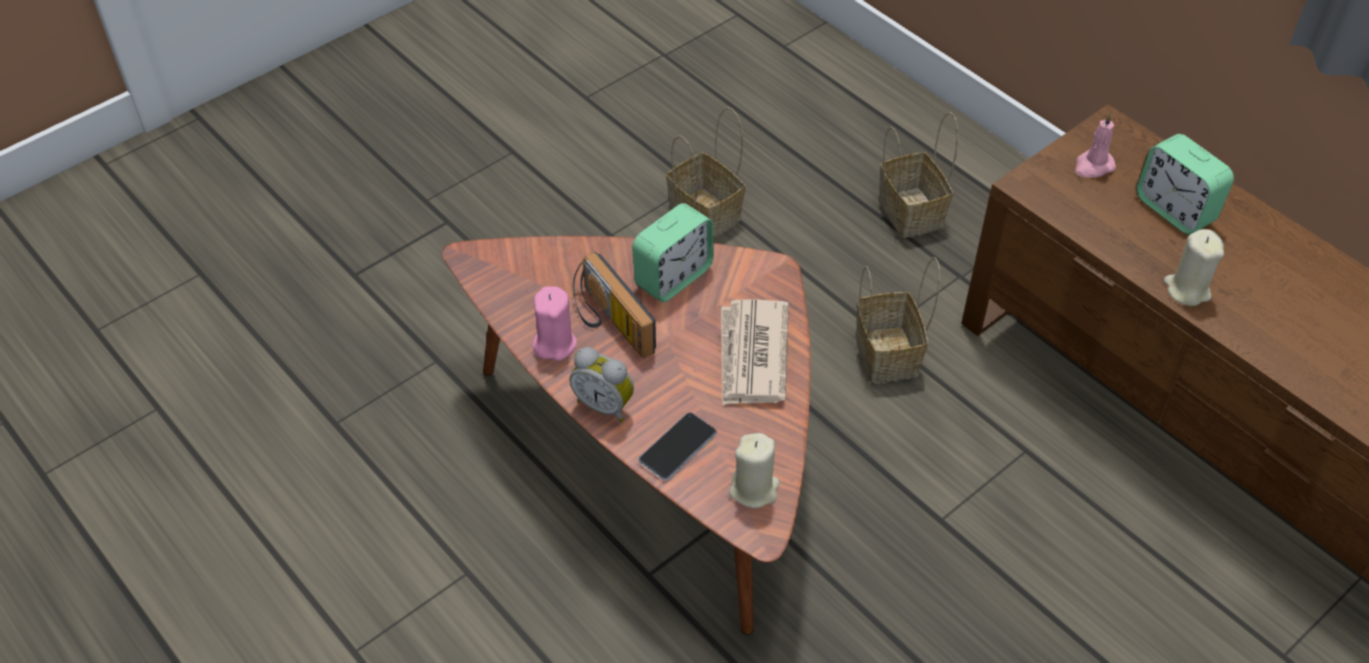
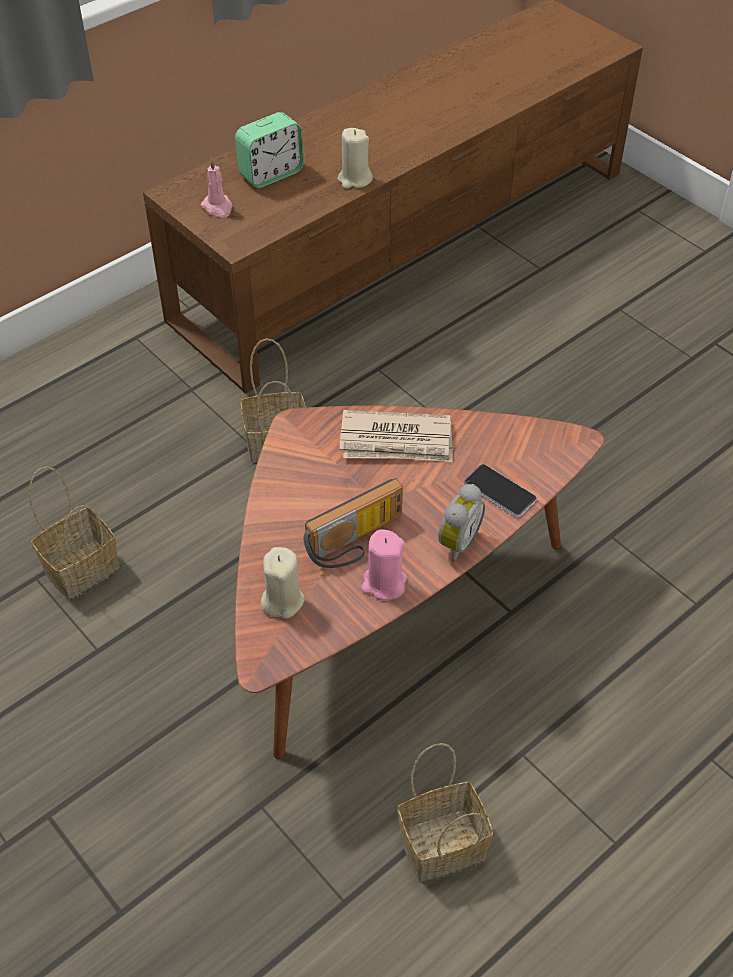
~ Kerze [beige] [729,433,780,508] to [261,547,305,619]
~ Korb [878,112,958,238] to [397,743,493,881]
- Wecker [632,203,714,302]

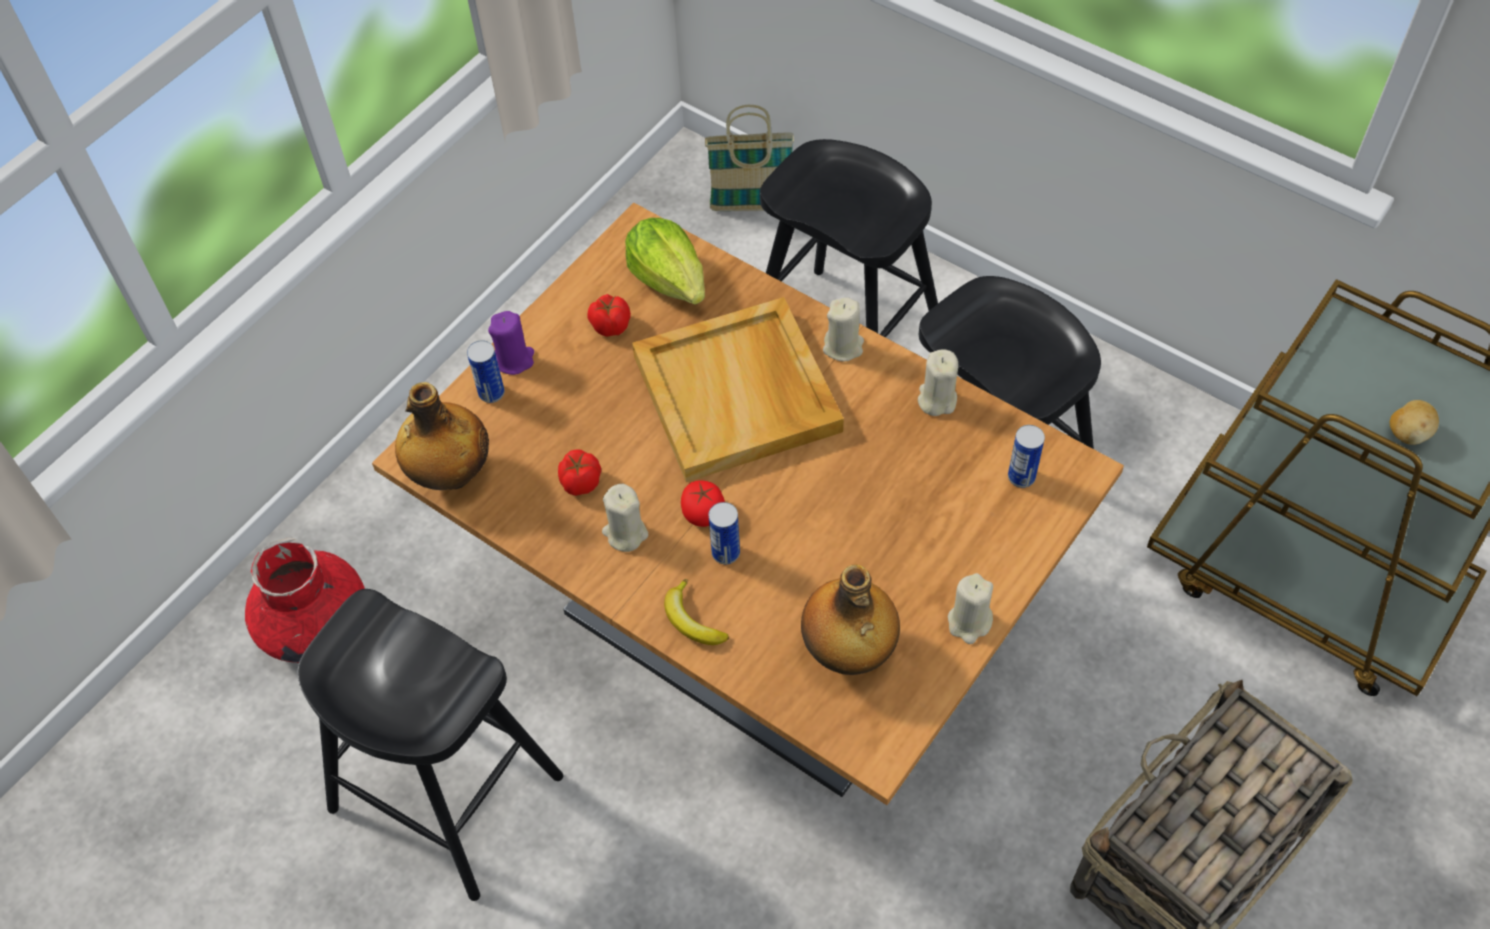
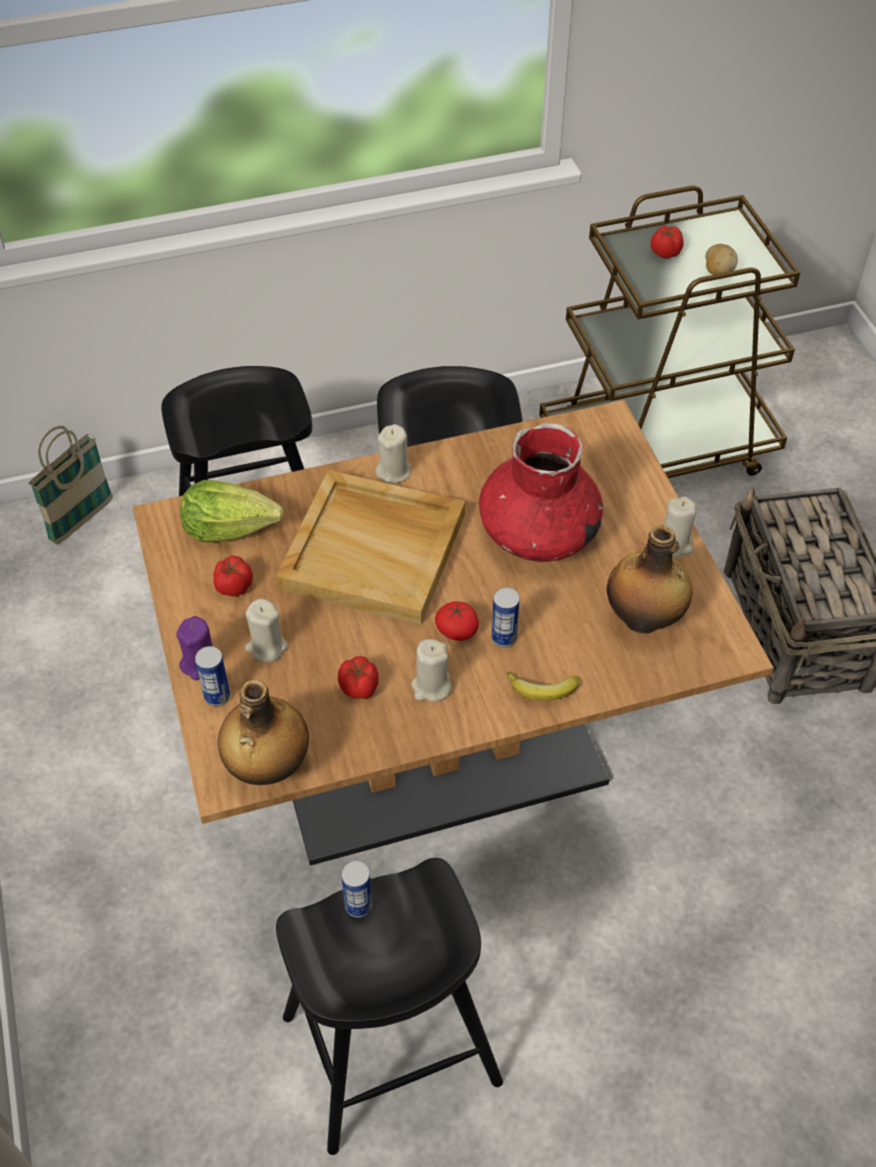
~ Kerze [beige] [918,349,958,416] to [245,598,288,663]
~ Dose [1008,425,1045,488] to [341,861,372,918]
~ Vase [rot] [245,537,365,663] to [479,423,603,562]
+ Tomate [650,225,684,258]

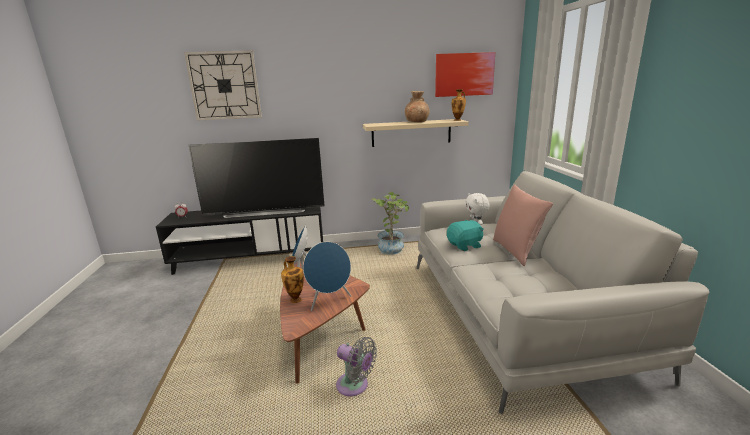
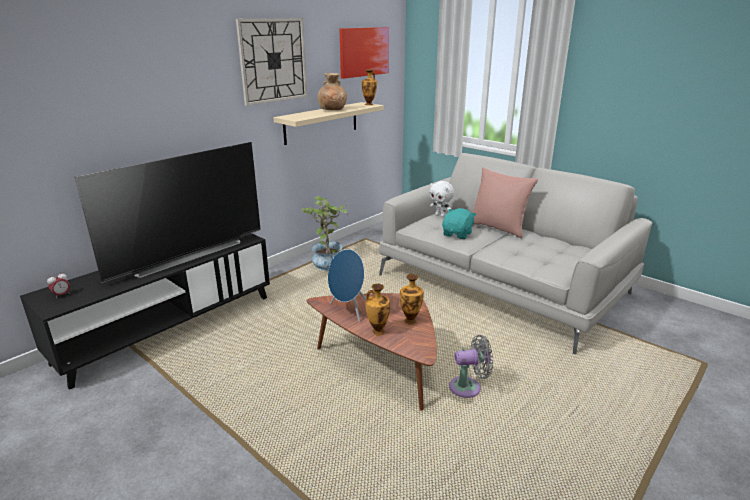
~ Wanduhr [184,50,262,121] to [236,18,307,106]
~ Lautsprecher [blau] [303,242,351,311] to Vase [400,274,424,325]

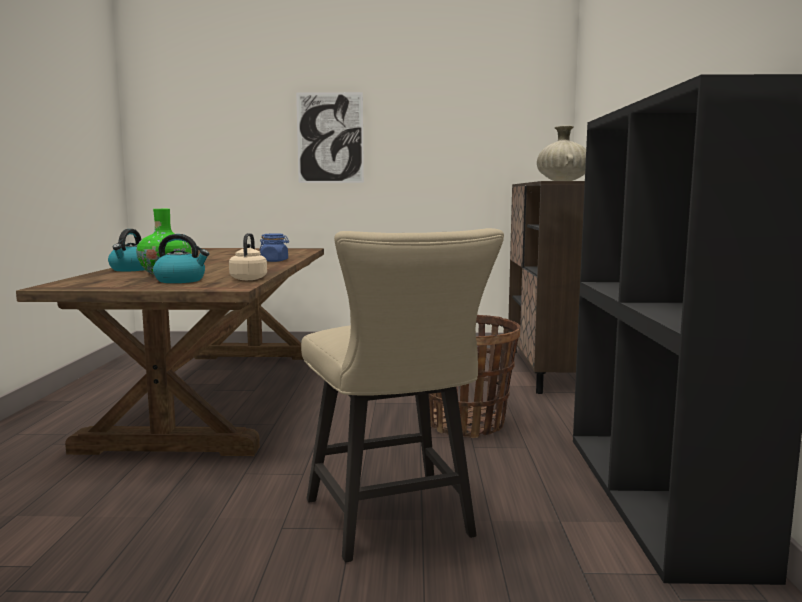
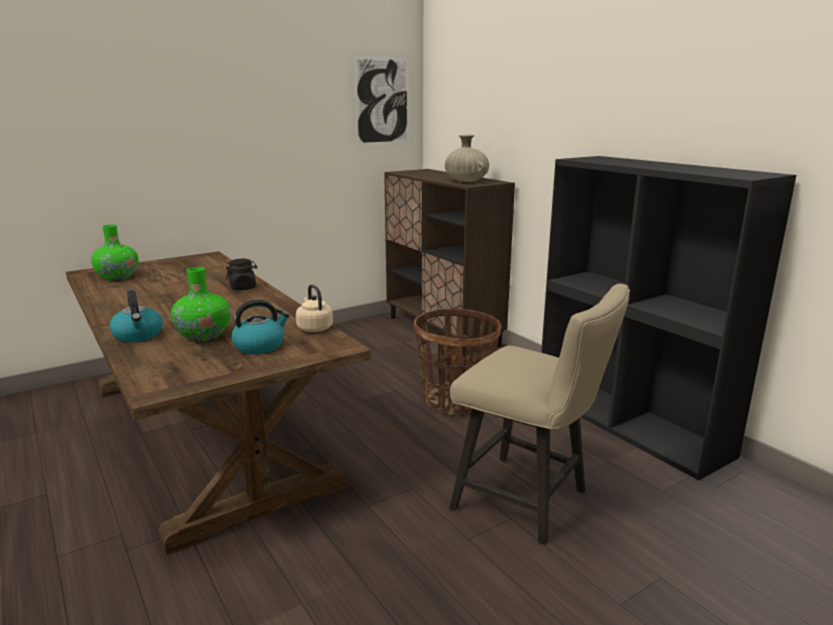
+ Vase [grün] [91,225,138,281]
~ Vorratsglas [blau] [259,233,289,262] to Vorratsglas [schwarz] [226,259,258,290]
~ Bild [296,92,364,183] to [354,56,409,145]

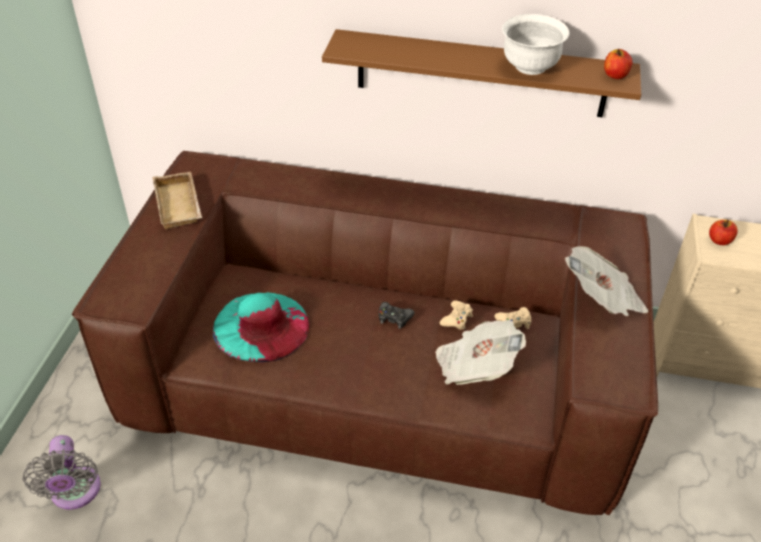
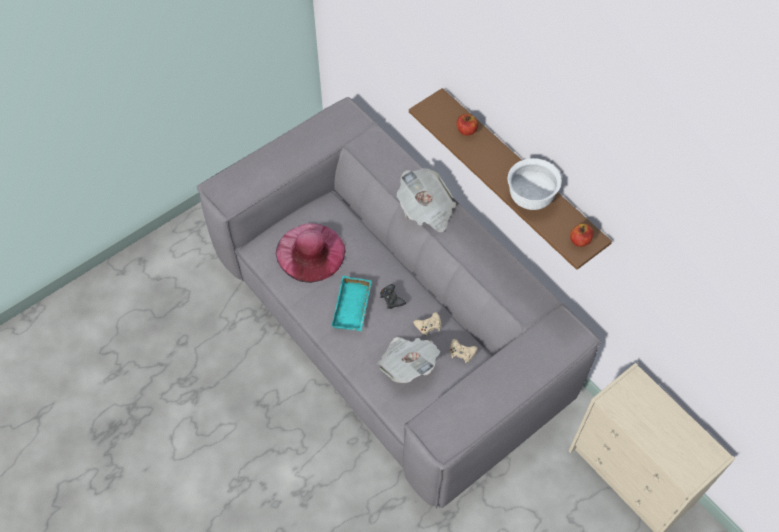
~ Sofa [braun] [72,151,658,515] to Sofa [grau] [196,97,601,509]
~ Hut [türkis] [213,292,309,362] to Hut [rosa] [276,223,345,283]
+ Tablett [türkis] [331,276,372,331]
~ Zeitung [565,246,649,316] to [397,168,456,233]
~ Apfel [709,220,738,245] to [457,114,478,136]
- Ventilator [grau] [22,435,101,510]
- Tablett [beige] [152,172,202,229]

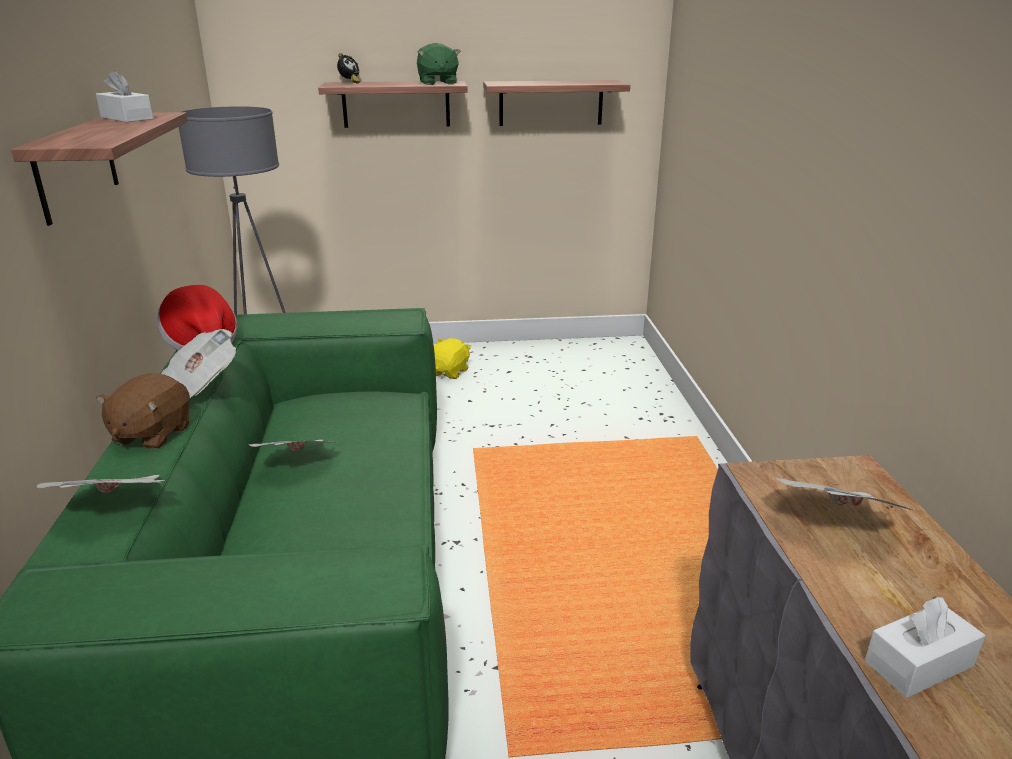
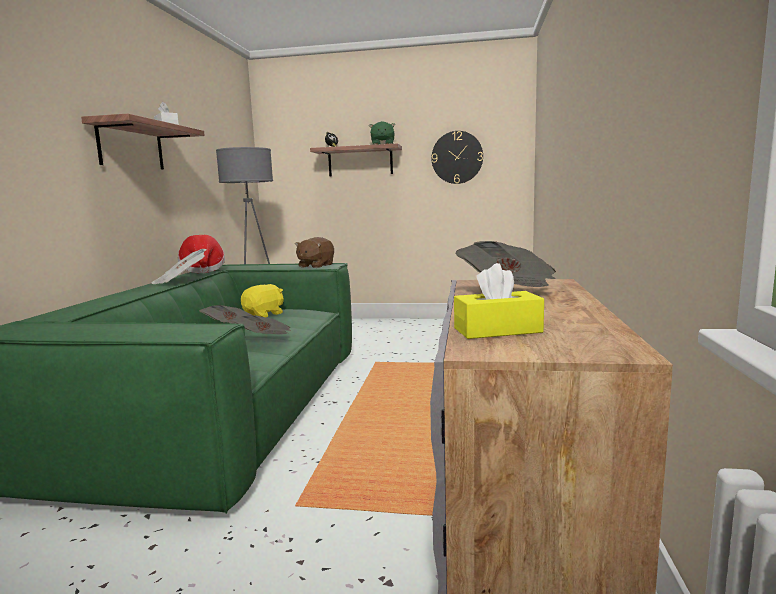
~ Zeitung [37,475,164,493] to [230,315,291,334]
~ Plüschtier [gelb] [434,338,471,379] to [241,284,284,317]
~ Plüschtier [braun] [96,373,190,450] to [295,237,334,268]
~ Wandregal [483,80,630,126] to Wanduhr [431,131,483,184]
~ Taschentuchbox [weiß] [865,596,985,698] to Taschentuchbox [gelb] [454,263,544,339]

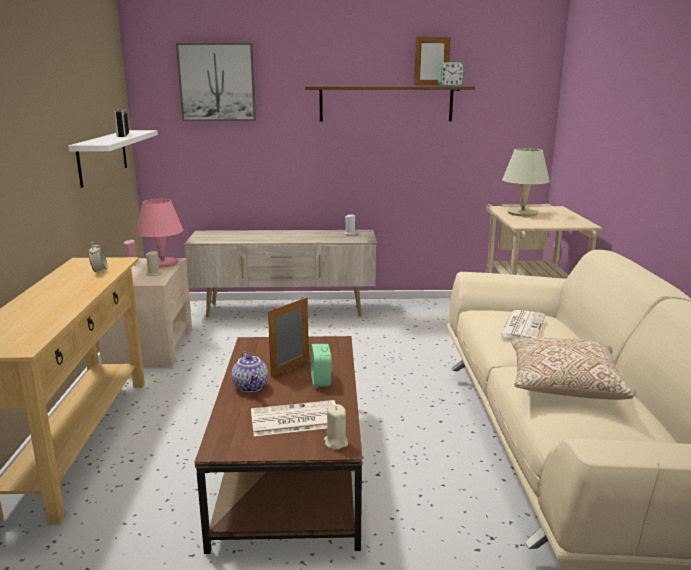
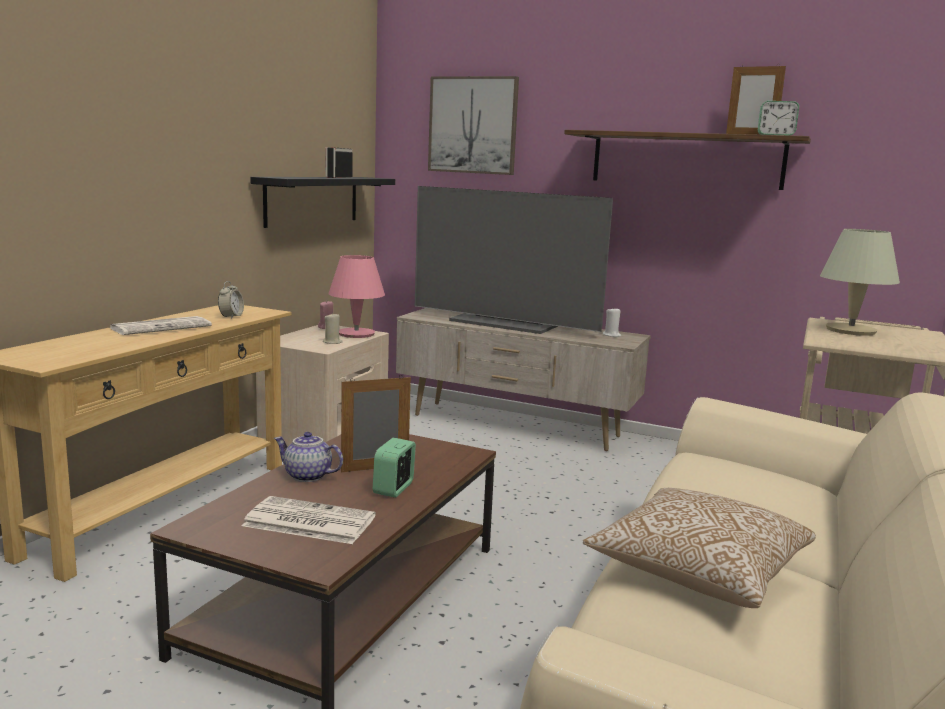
~ Zeitung [498,310,545,339] to [110,316,212,335]
~ Wandregal [weiß] [68,130,158,188] to Wandregal [schwarz] [250,177,395,228]
~ Teekanne [232,352,268,392] = [274,432,343,482] 105 degrees clockwise
+ Fernseher [415,186,613,334]
- Kerze [beige] [324,404,348,449]

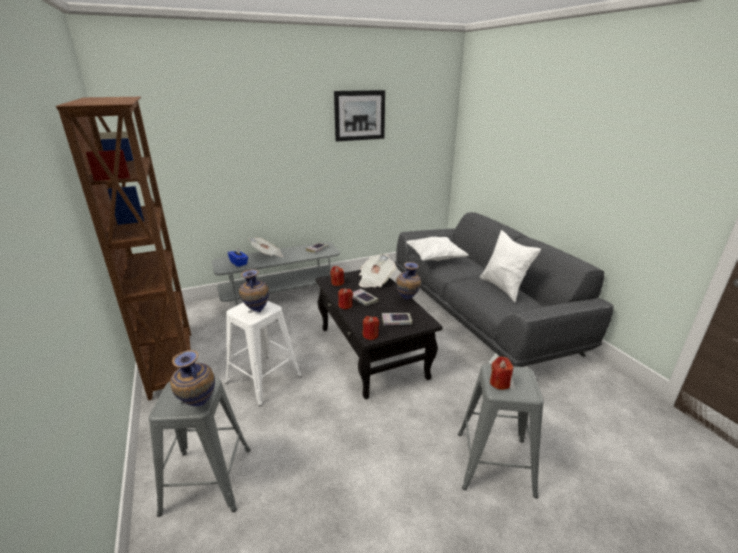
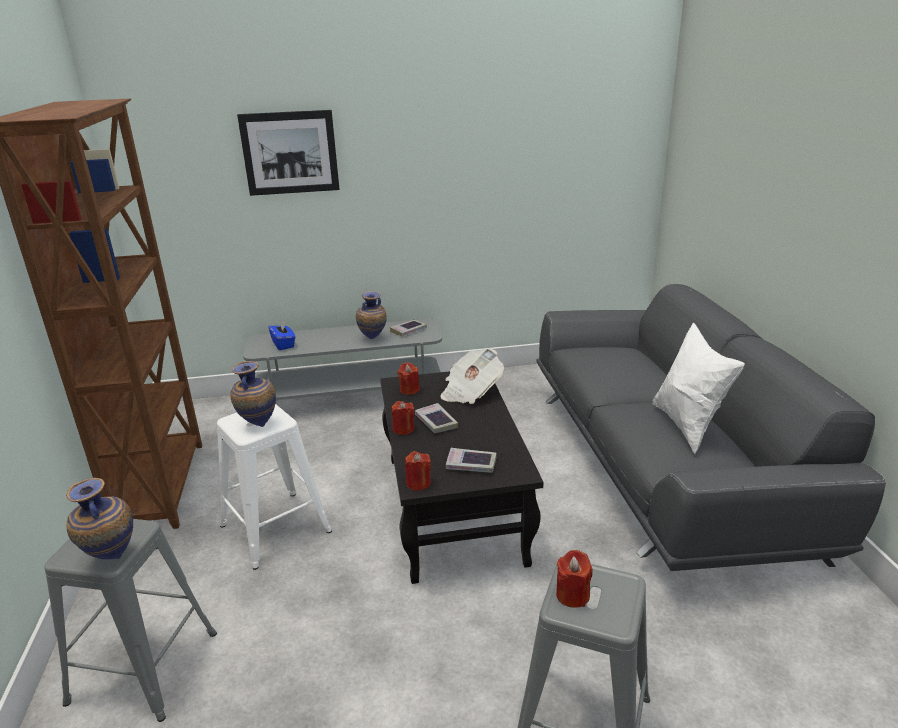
~ Bild [334,90,385,142] to [237,110,340,196]
~ Vase [396,262,421,300] to [356,291,387,339]
- Zeitung [248,238,283,257]
- Kissen [weiß] [406,237,469,261]

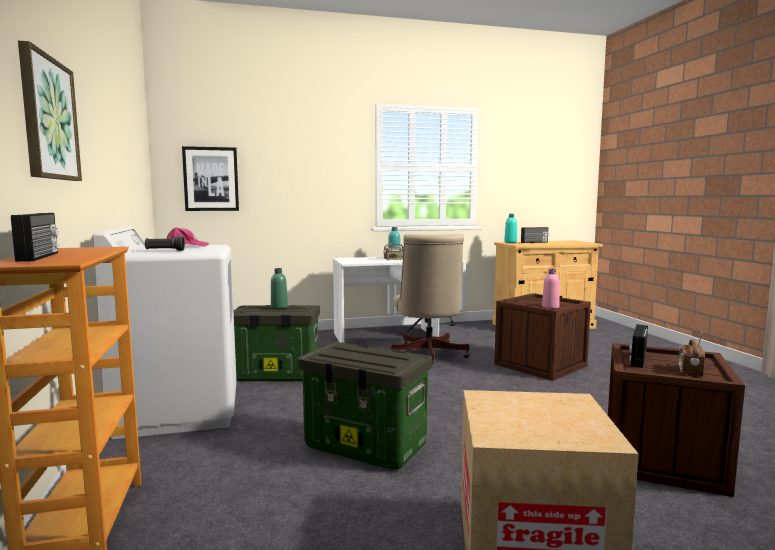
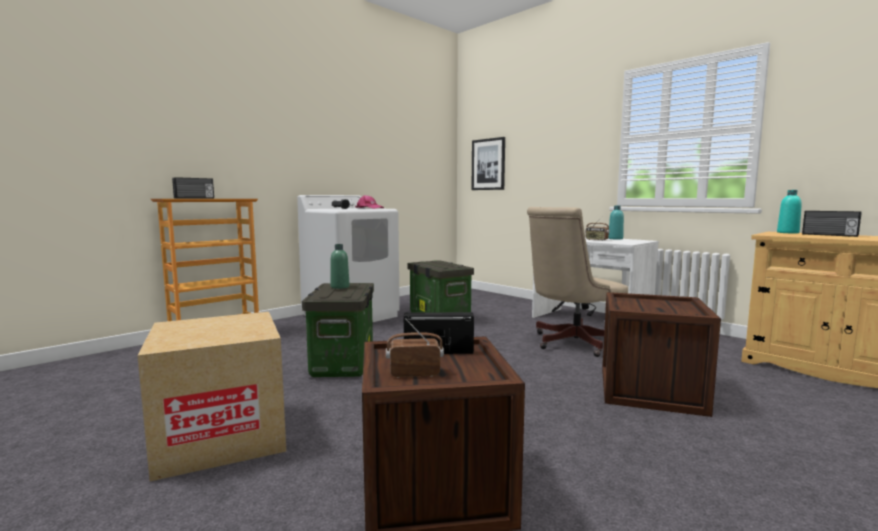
~ Flasche [grün] [271,268,288,309] to [331,244,350,289]
- Bild [18,41,82,181]
- Flasche [rosa] [542,269,560,309]

